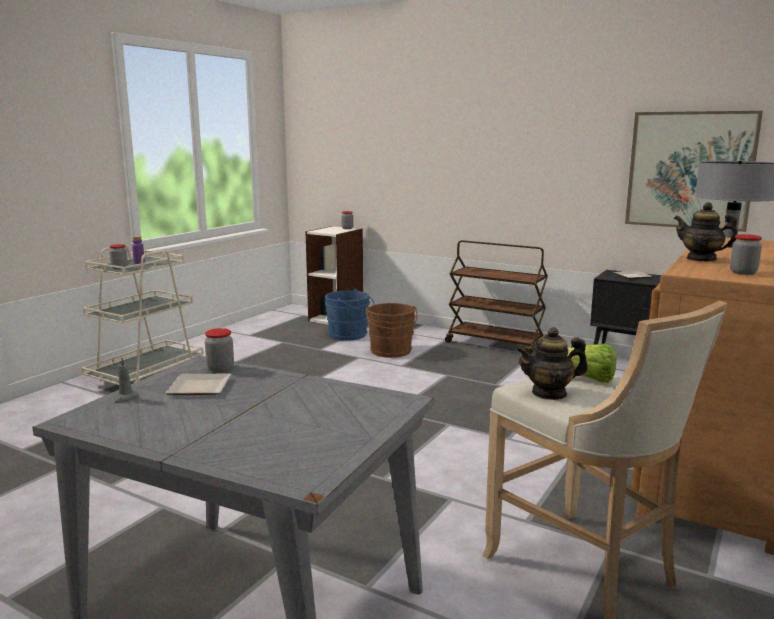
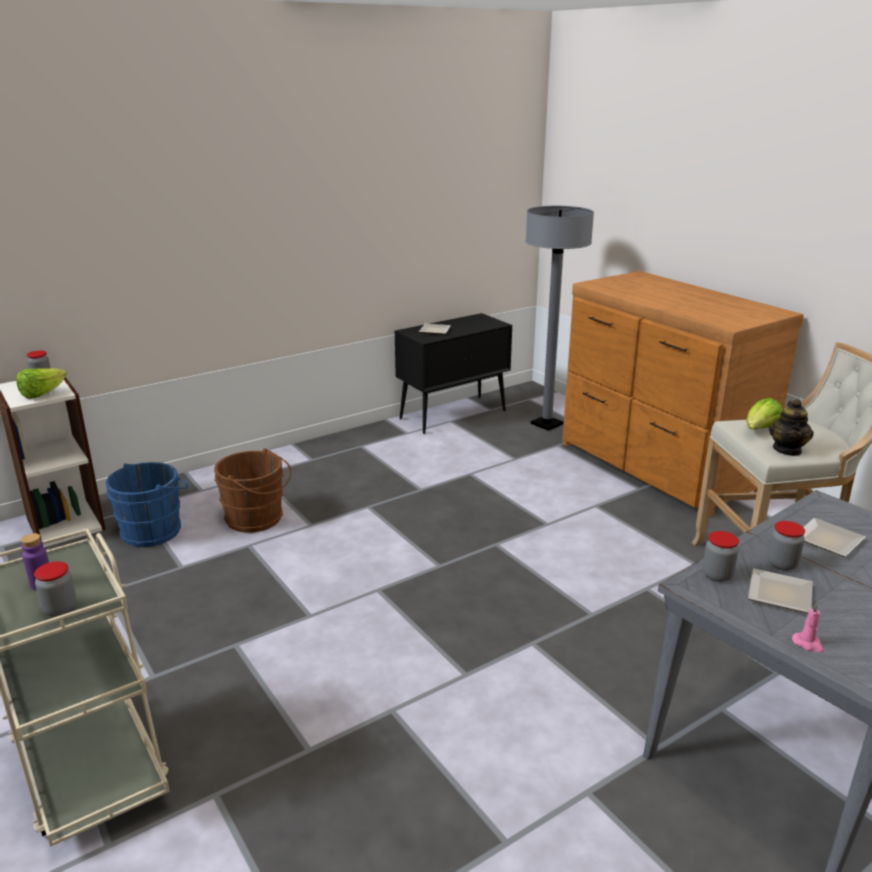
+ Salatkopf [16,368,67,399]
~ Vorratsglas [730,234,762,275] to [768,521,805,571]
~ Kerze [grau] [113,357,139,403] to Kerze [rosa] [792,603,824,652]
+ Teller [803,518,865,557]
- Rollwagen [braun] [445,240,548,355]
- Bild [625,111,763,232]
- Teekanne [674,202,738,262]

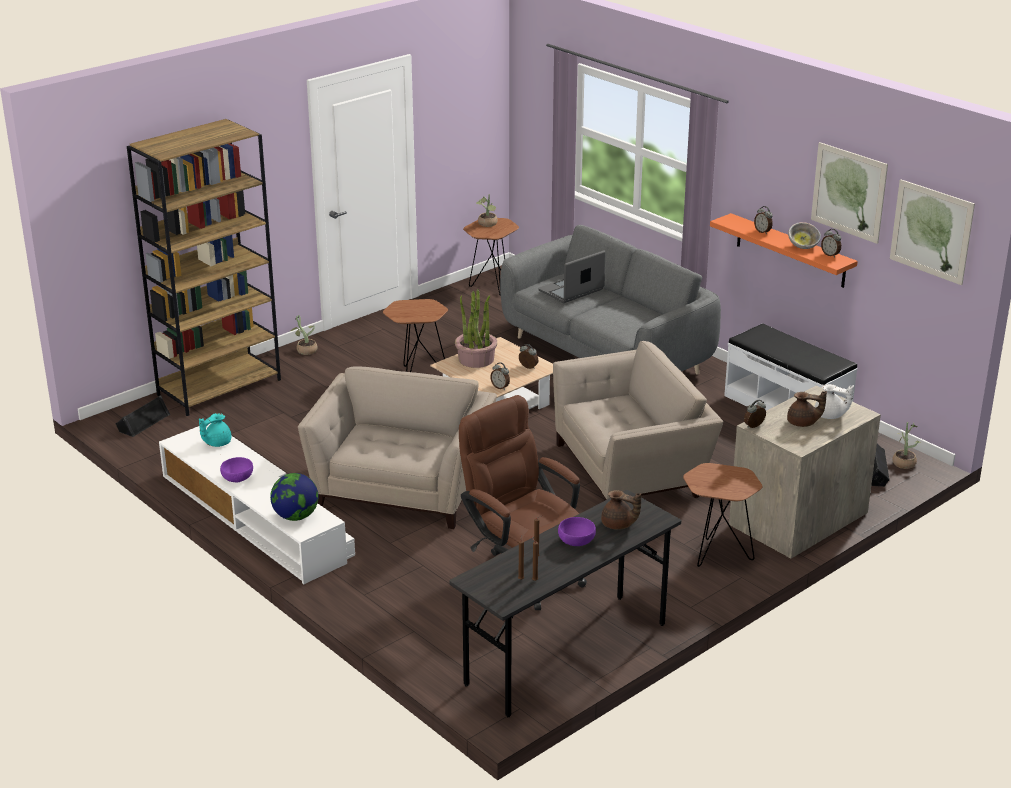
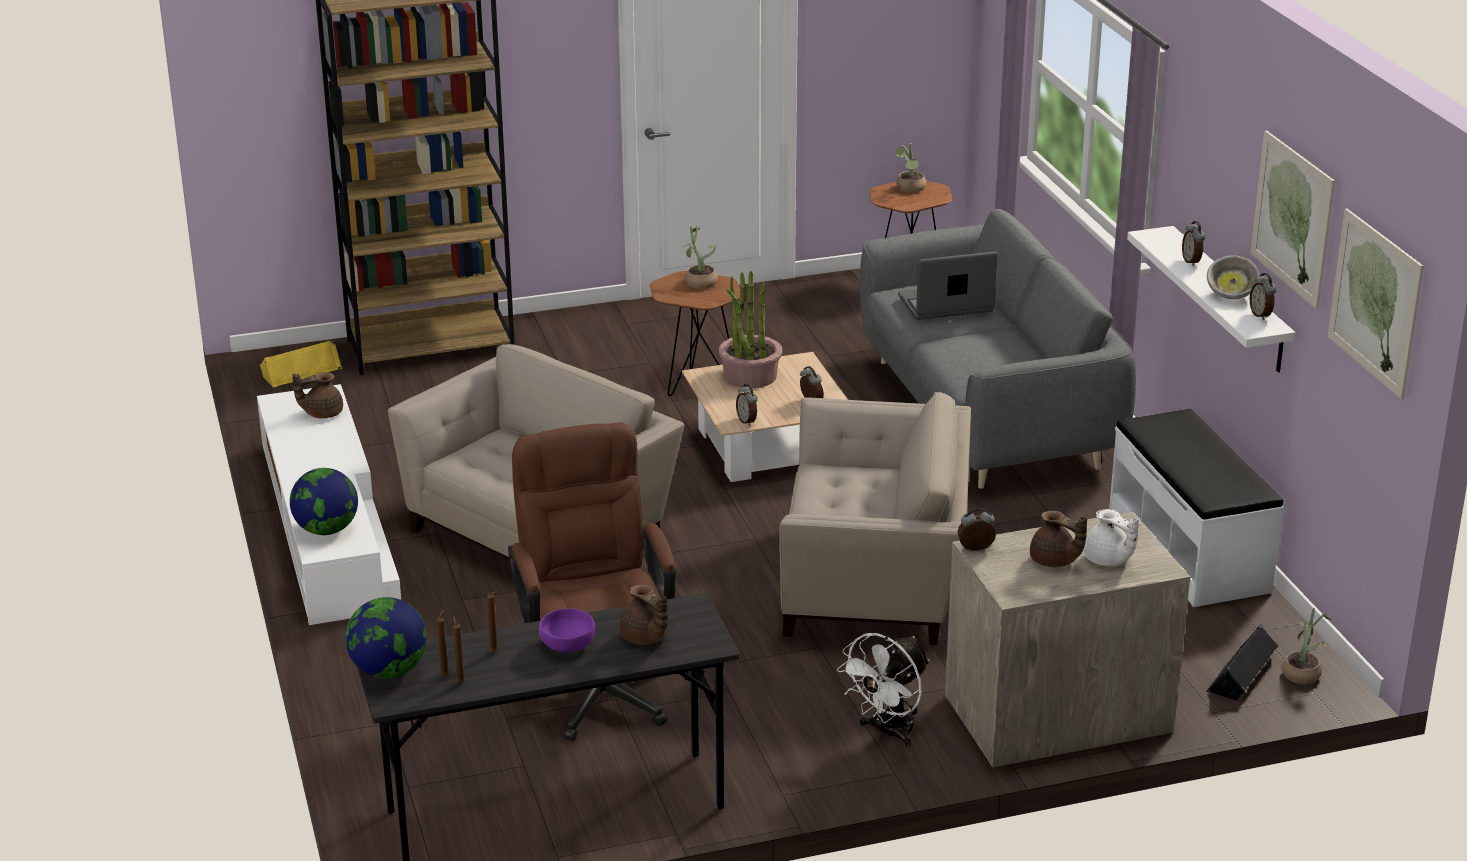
~ Lautsprecher [schwarz] [116,395,170,437] to Lautsprecher [gelb] [260,339,342,388]
~ Teekanne [türkis] [199,413,231,447] to Teekanne [braun] [292,372,343,418]
+ Globus [345,597,427,678]
~ Topfpflanze [290,315,318,355] to [678,225,718,289]
~ Beistelltisch [braun] [683,463,763,567] to Ventilator [weiß] [837,633,930,748]
~ Wandregal [orange] [710,213,858,288] to Wandregal [weiß] [1127,226,1296,372]
- Schüssel [lila] [220,457,253,483]

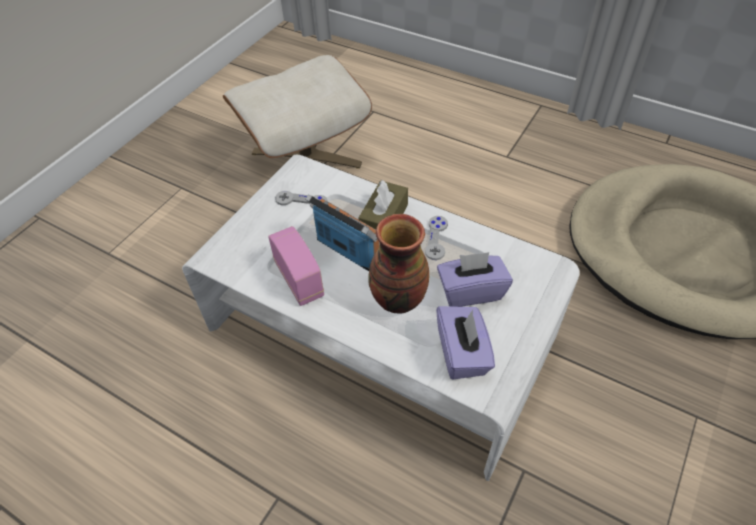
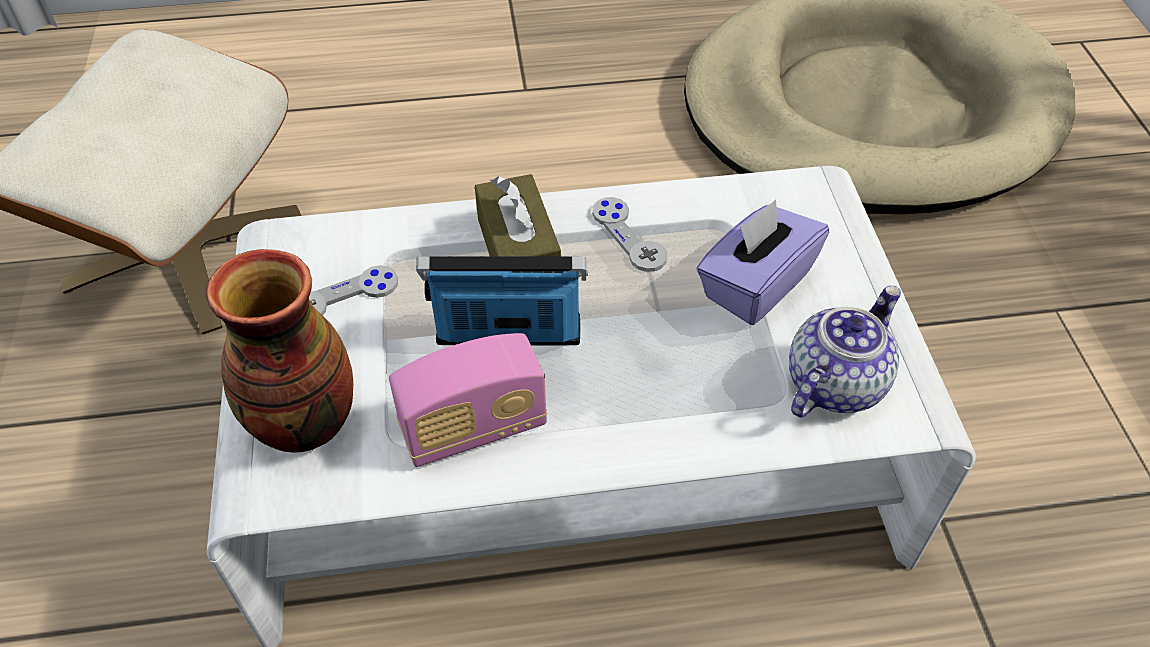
~ Vase [368,214,429,314] to [206,249,353,453]
~ Radio [268,226,324,306] = [389,333,547,467] 135 degrees clockwise
~ Taschentuchbox [lila] [436,306,495,379] to Teekanne [789,286,901,417]

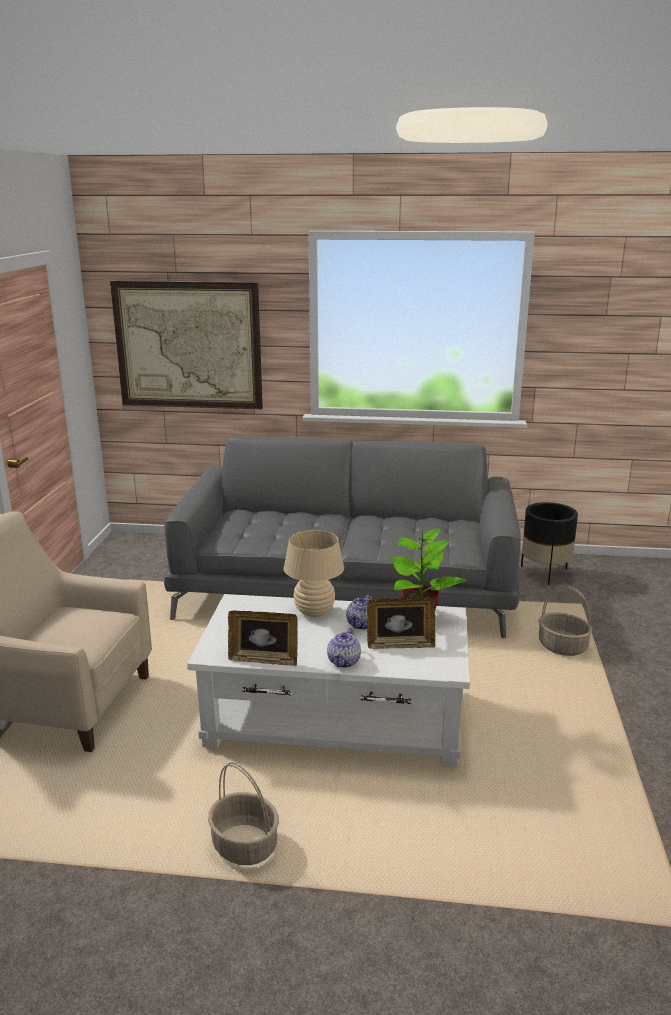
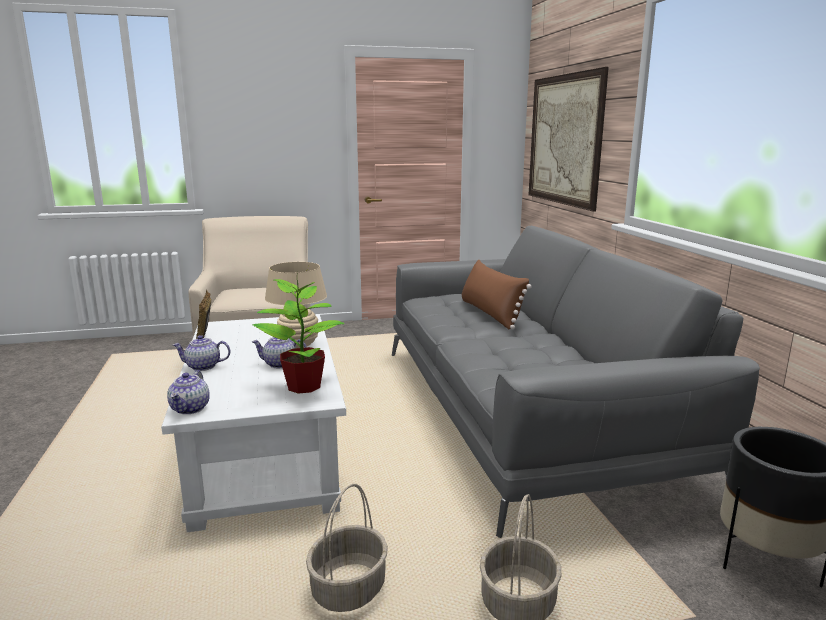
+ Teekanne [167,370,210,414]
~ Korb [208,762,279,865] to [306,484,388,612]
+ Kissen [braun] [462,260,532,329]
- Bilderrahmen [367,597,435,649]

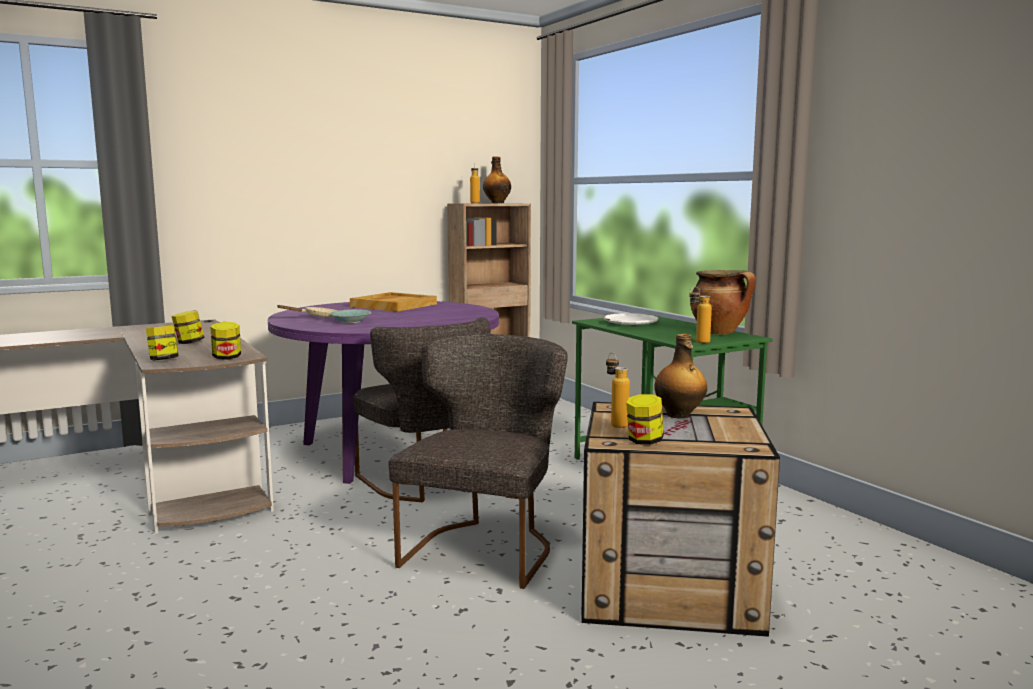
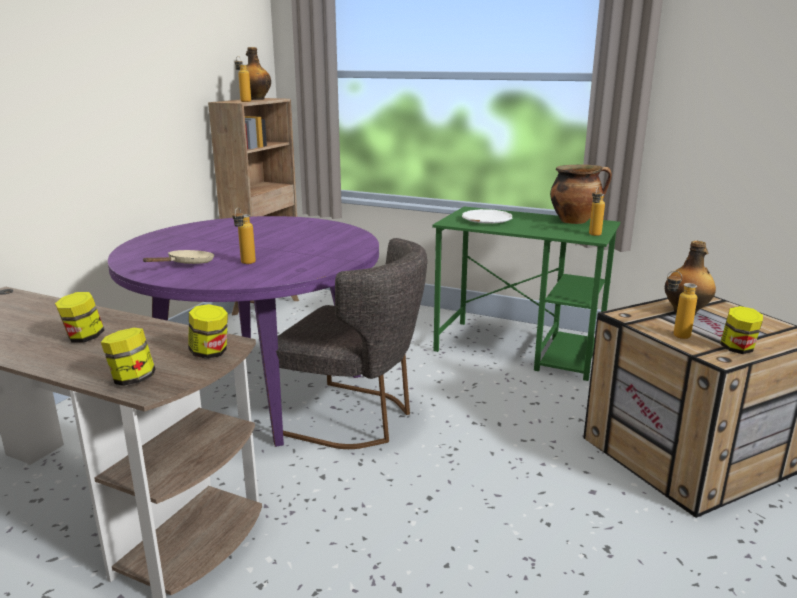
~ Schüssel [türkis] [330,309,371,323] to Flasche [232,208,256,264]
- Tablett [beige] [350,292,437,312]
- Stuhl [grau] [388,334,568,589]

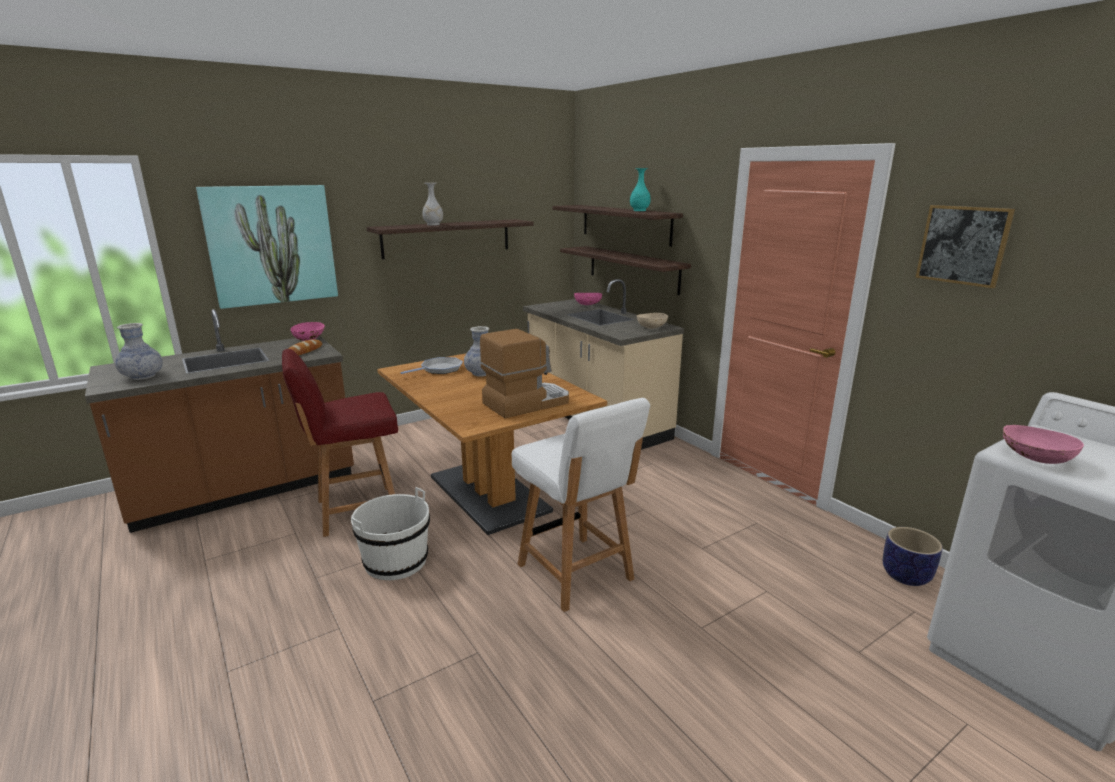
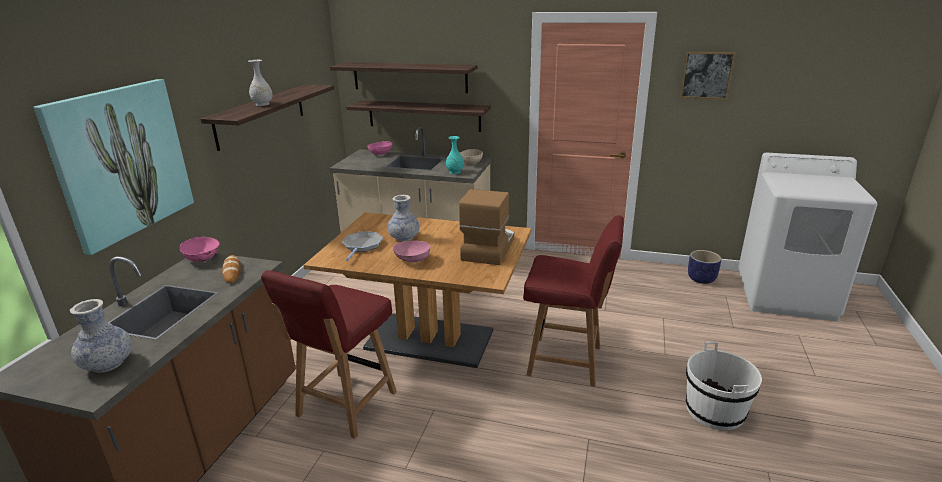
~ Schüssel [rosa] [1003,425,1084,464] to [393,241,430,262]
~ Vase [türkis] [630,168,651,211] to [446,136,464,174]
~ Stuhl [weiß] [512,398,650,612] to Stuhl [rot] [523,215,624,387]
~ Eimer [weiß] [351,487,430,580] to [686,342,762,430]

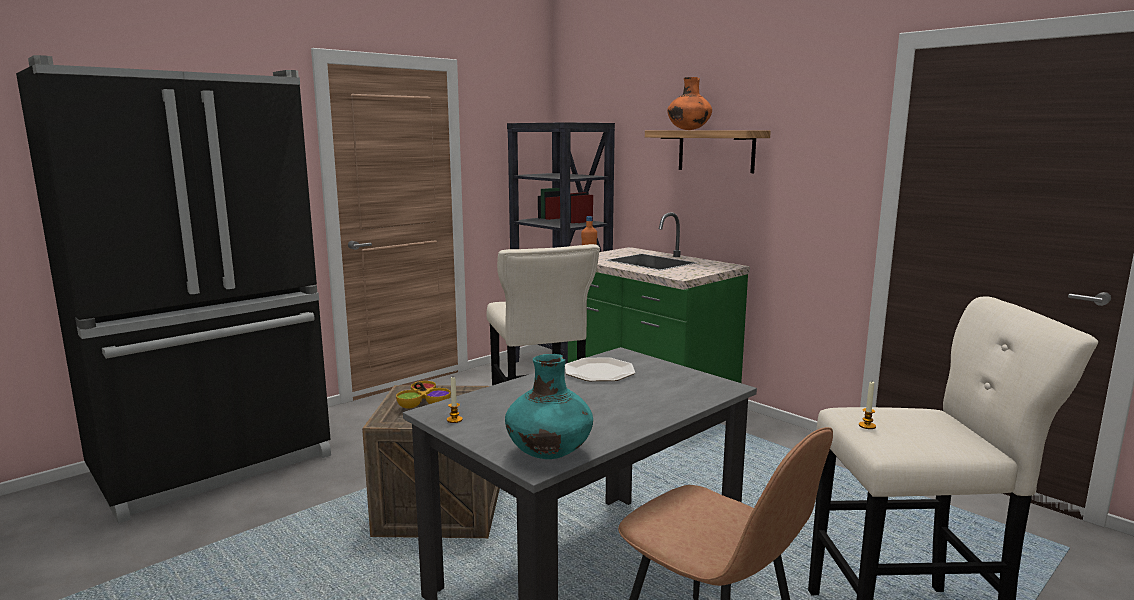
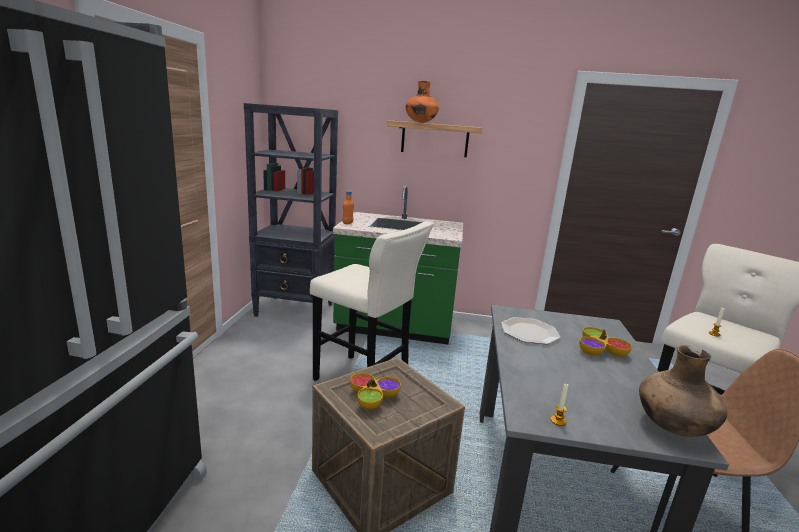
+ Schüssel [579,327,632,357]
~ Vase [türkis] [505,354,593,459] to Vase [braun] [639,345,727,437]

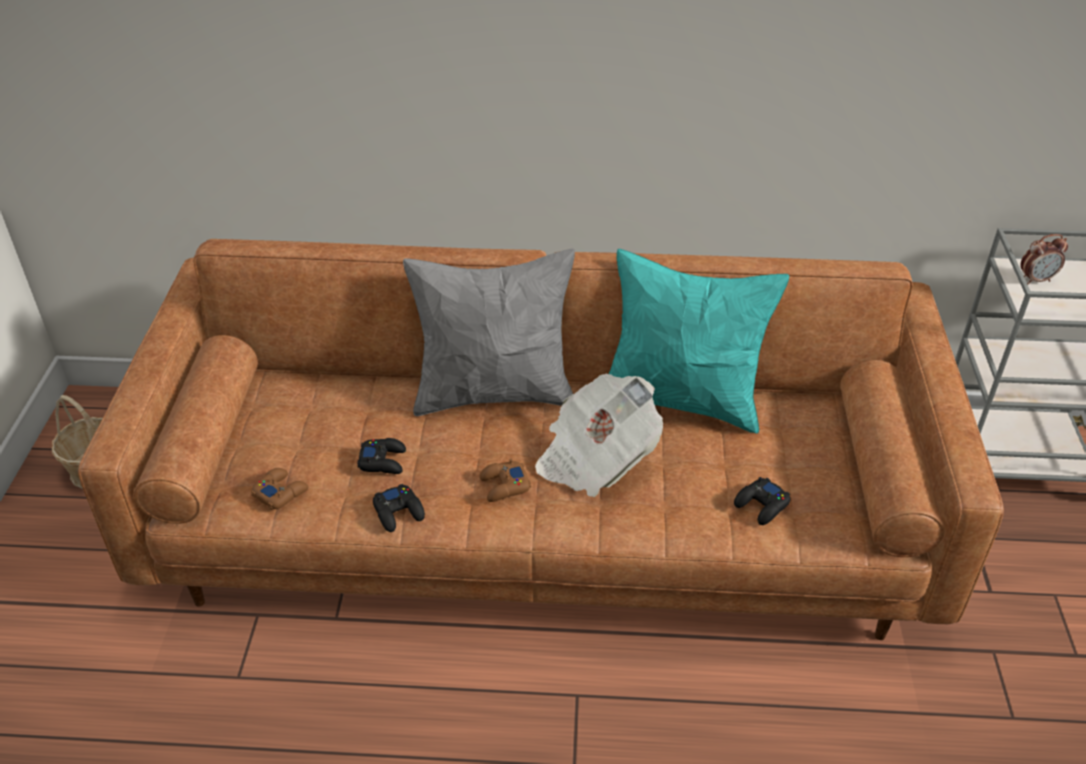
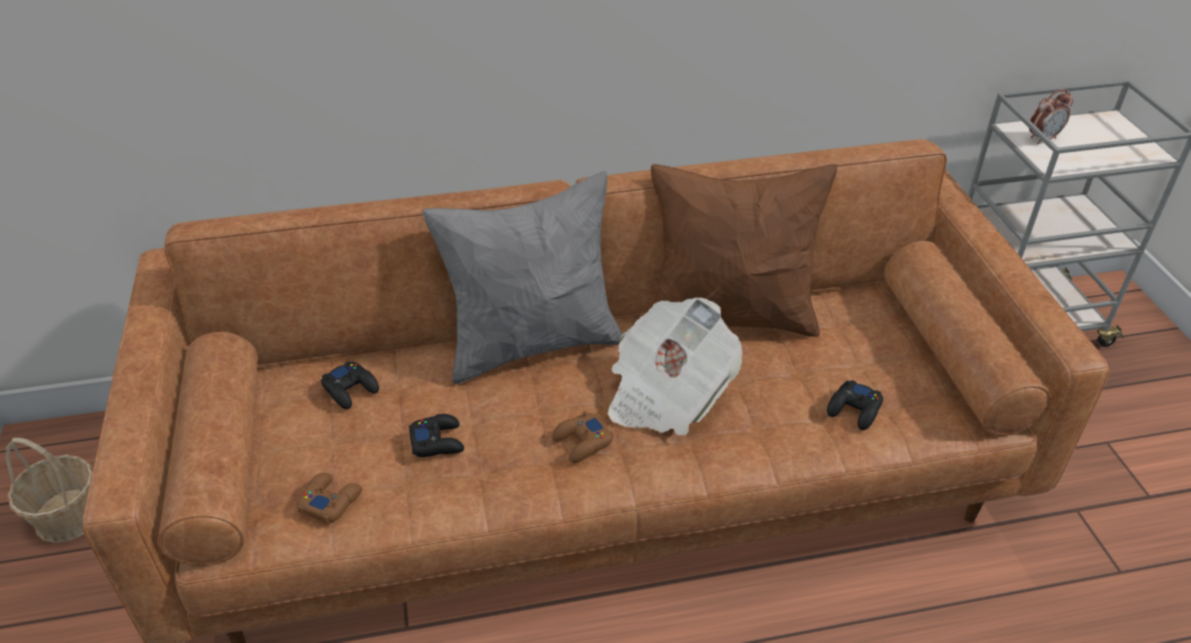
~ Gamepad [schwarz] [373,484,425,532] to [321,361,379,409]
~ Kissen [türkis] [609,249,789,434] to Kissen [braun] [651,164,837,337]

